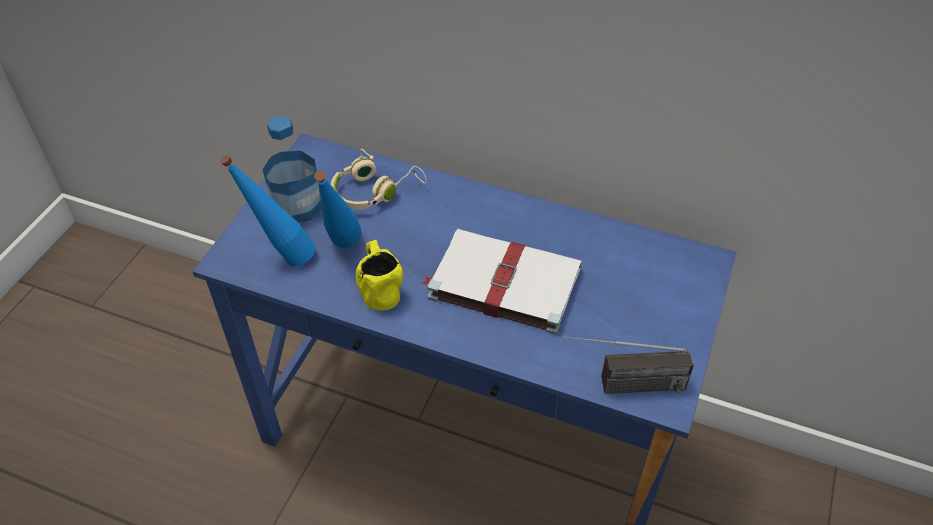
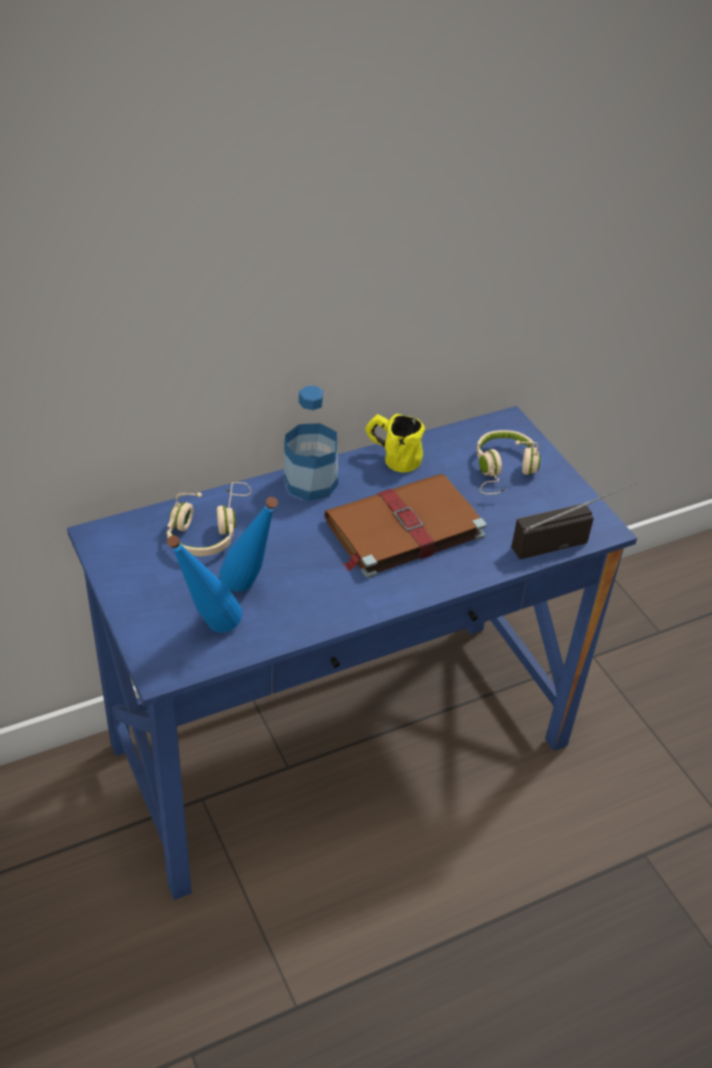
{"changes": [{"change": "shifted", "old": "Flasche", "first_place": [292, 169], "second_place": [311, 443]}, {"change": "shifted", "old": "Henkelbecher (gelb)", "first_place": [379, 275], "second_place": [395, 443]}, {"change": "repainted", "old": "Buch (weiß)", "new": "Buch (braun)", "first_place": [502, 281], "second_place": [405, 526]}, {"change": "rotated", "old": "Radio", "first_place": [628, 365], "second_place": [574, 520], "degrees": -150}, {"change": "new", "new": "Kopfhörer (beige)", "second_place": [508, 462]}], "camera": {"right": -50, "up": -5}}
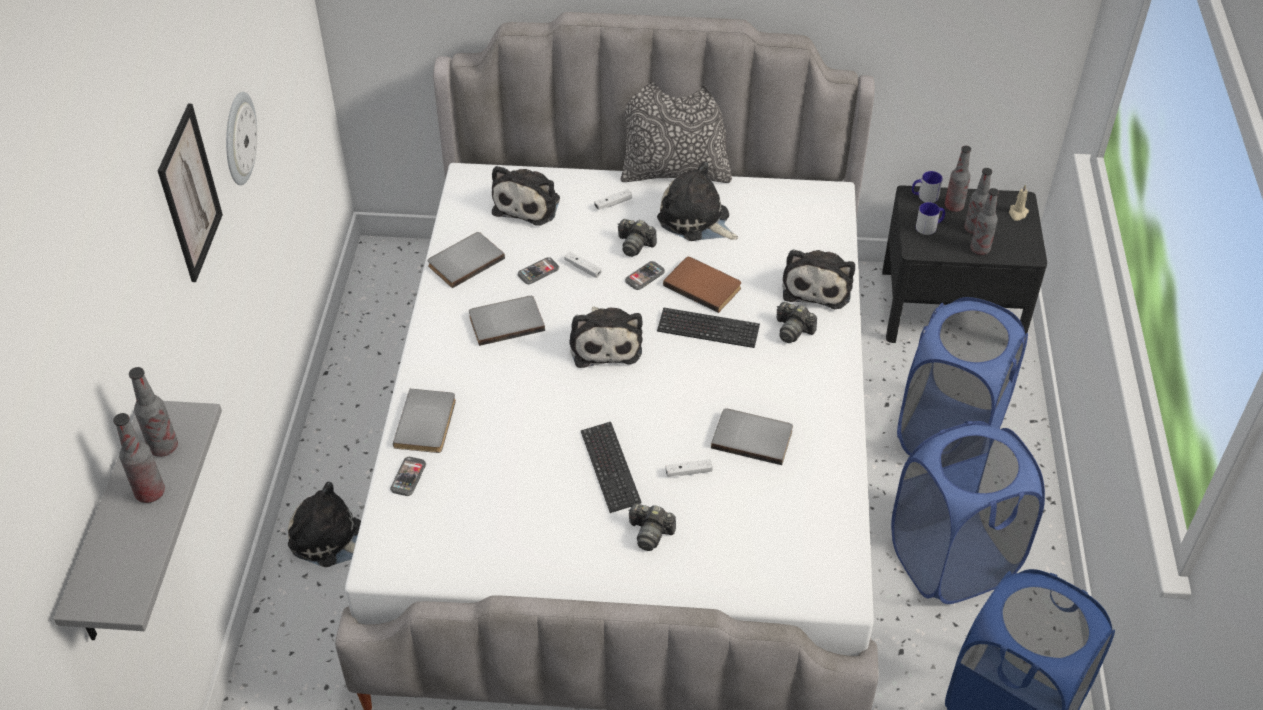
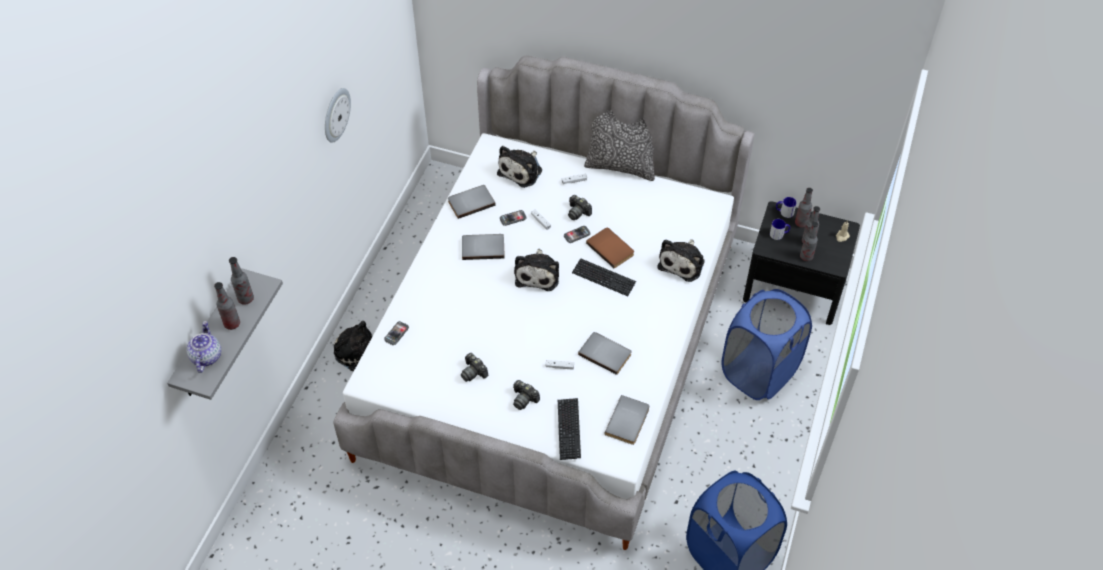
{"changes": [{"change": "gone", "old": "Bild", "first_place": [190, 193]}, {"change": "shifted", "old": "Buch (grau)", "first_place": [424, 421], "second_place": [626, 420]}, {"change": "shifted", "old": "Tastatur", "first_place": [611, 467], "second_place": [569, 429]}, {"change": "gone", "old": "Plüschtier", "first_place": [697, 201]}, {"change": "shifted", "old": "Kamera", "first_place": [797, 322], "second_place": [474, 367]}, {"change": "gone", "old": "Wäschekorb (blau)", "first_place": [968, 512]}, {"change": "new", "new": "Teekanne", "second_place": [204, 347]}], "camera": {"right": 15, "up": 5}}
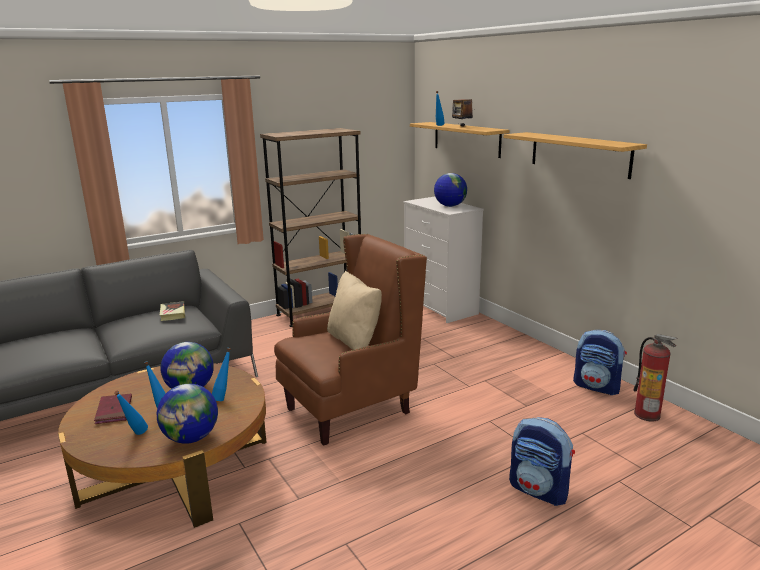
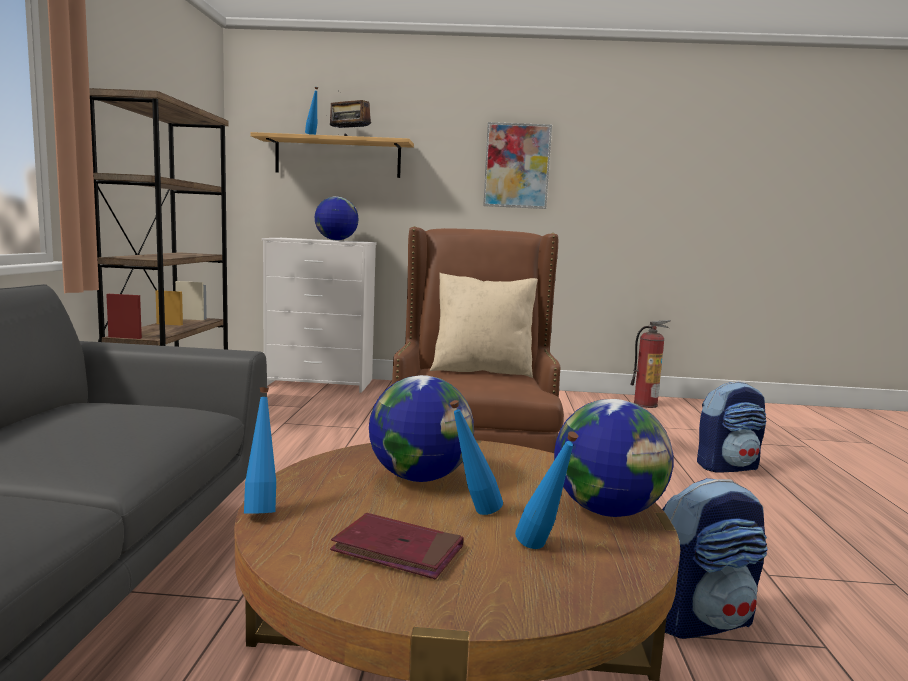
{"changes": [{"change": "gone", "old": "Buch", "first_place": [172, 311]}, {"change": "shifted", "old": "Flasche (blau)", "first_place": [221, 374], "second_place": [260, 450]}, {"change": "swapped", "old": "Wandregal", "new": "Bild", "first_place": [575, 155], "second_place": [517, 165]}, {"change": "shifted", "old": "Rucksack", "first_place": [600, 362], "second_place": [715, 558]}], "camera": {"right": -55, "up": -10}}
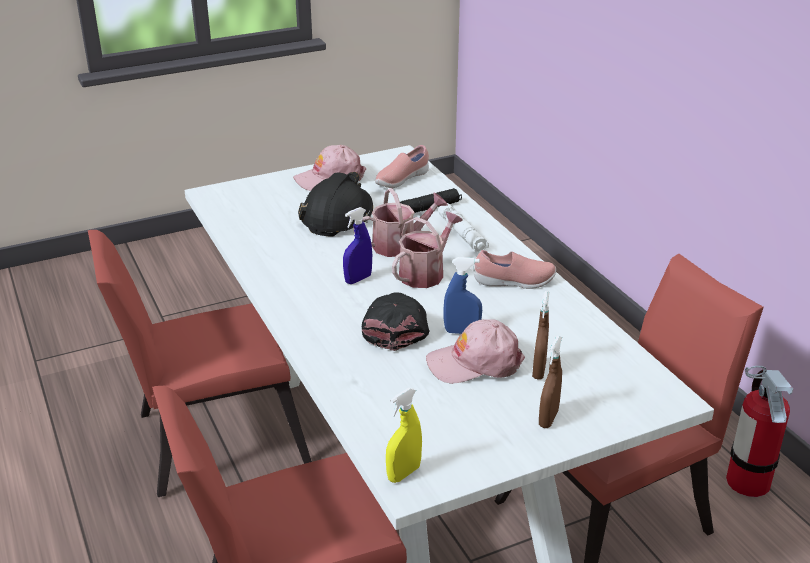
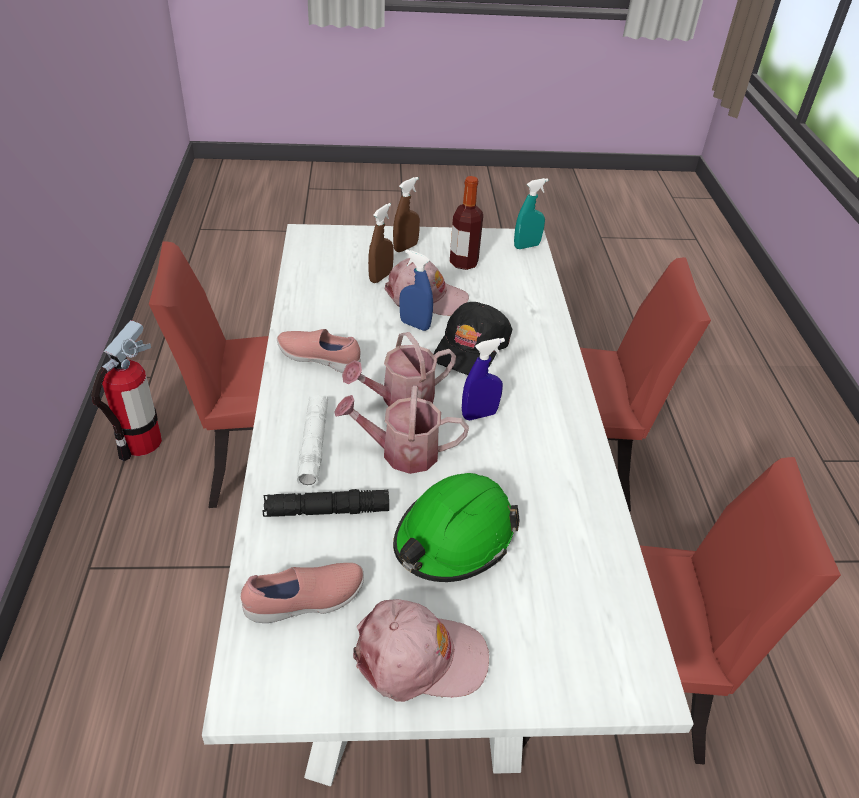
{"changes": [{"change": "repainted", "old": "Schutzhelm (schwarz)", "new": "Schutzhelm (grün)", "first_place": [335, 204], "second_place": [456, 527]}, {"change": "repainted", "old": "Sprühflasche (gelb)", "new": "Sprühflasche (türkis)", "first_place": [404, 435], "second_place": [531, 213]}, {"change": "new", "new": "Flasche", "second_place": [466, 223]}], "camera": {"right": -160, "up": 10}}
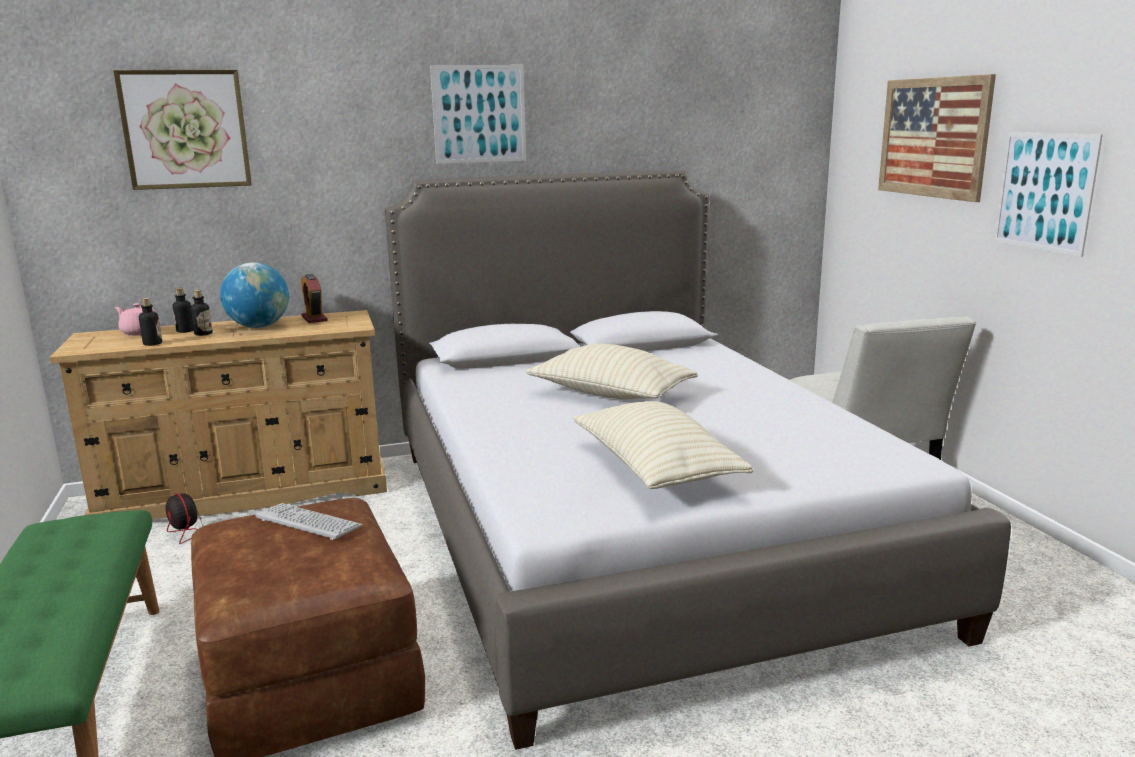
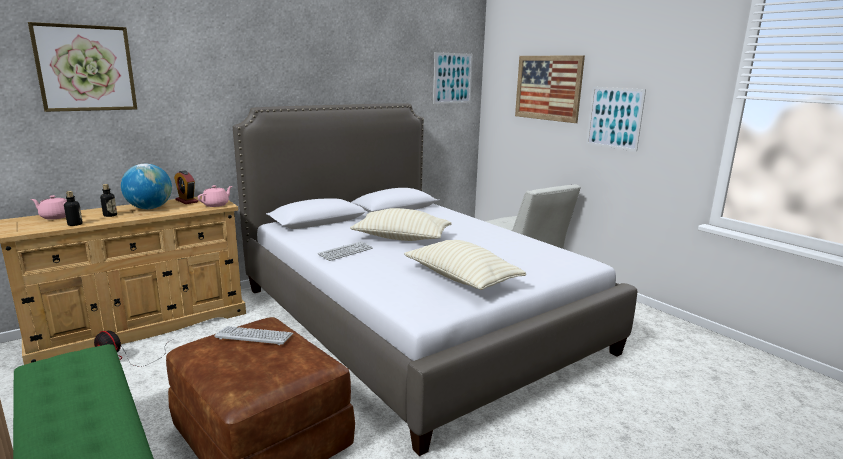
{"changes": [{"change": "gone", "old": "Flasche", "first_place": [183, 310]}, {"change": "shifted", "old": "Bild", "first_place": [478, 114], "second_place": [453, 78]}, {"change": "new", "new": "Teekanne (rosa)", "second_place": [215, 196]}, {"change": "new", "new": "Tastatur", "second_place": [345, 251]}], "camera": {"right": -20, "up": 0}}
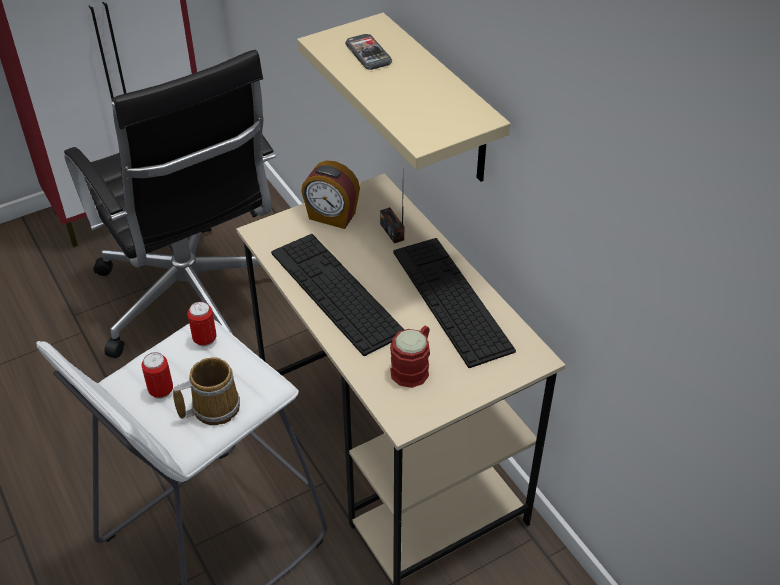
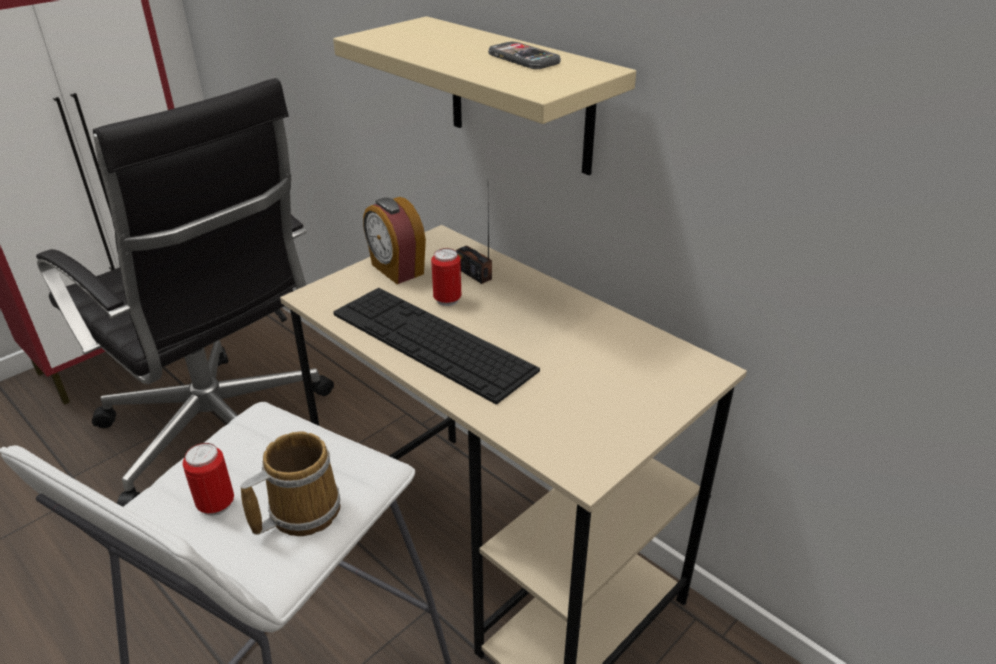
{"changes": [{"change": "shifted", "old": "Dose", "first_place": [201, 324], "second_place": [446, 277]}, {"change": "rotated", "old": "Wecker", "first_place": [330, 195], "second_place": [394, 240], "degrees": 45}, {"change": "shifted", "old": "Handy", "first_place": [368, 52], "second_place": [524, 55]}, {"change": "gone", "old": "Henkelbecher (rot)", "first_place": [410, 357]}, {"change": "gone", "old": "Tastatur", "first_place": [454, 303]}], "camera": {"right": -15, "up": -10}}
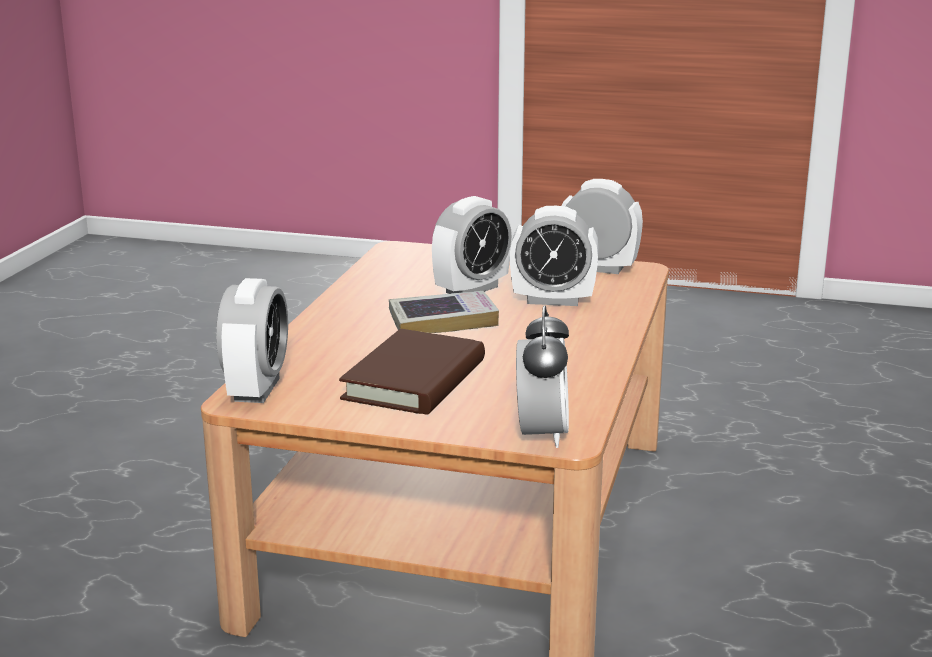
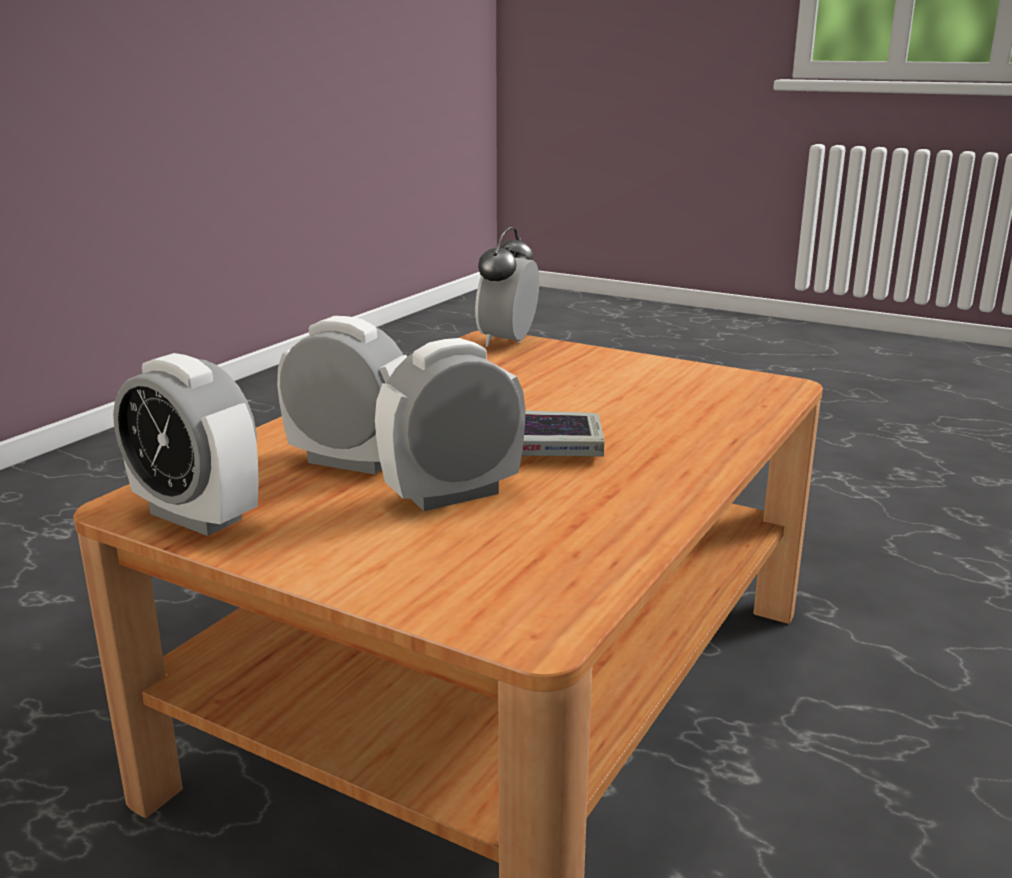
{"changes": [{"change": "gone", "old": "Wecker", "first_place": [252, 340]}, {"change": "gone", "old": "Buch (braun)", "first_place": [412, 372]}], "camera": {"right": -165, "up": 0}}
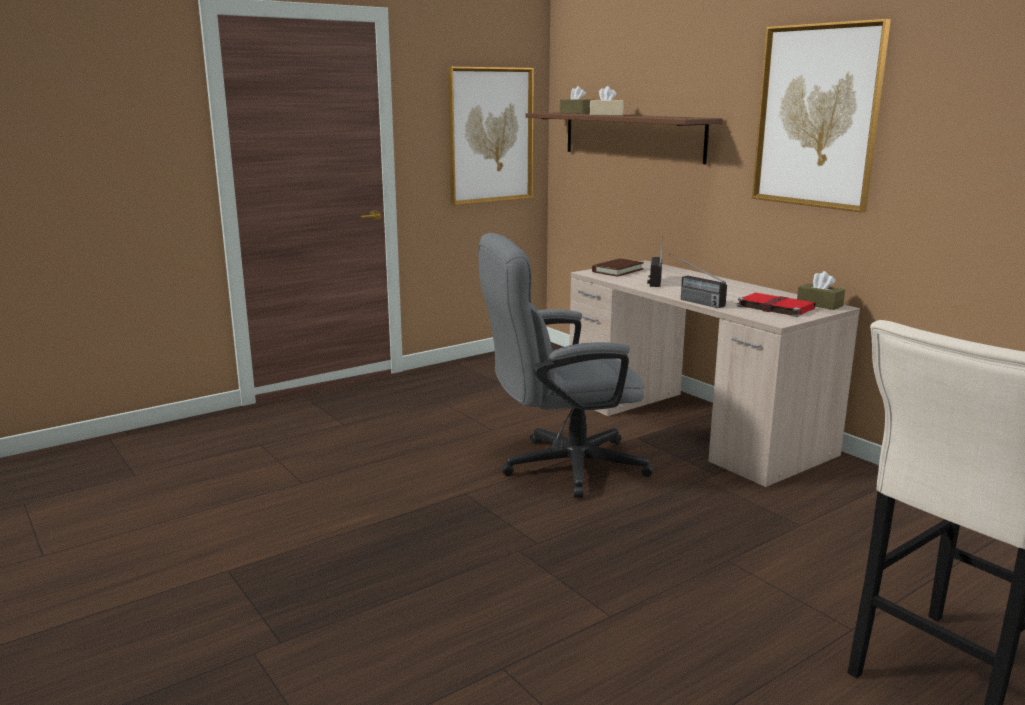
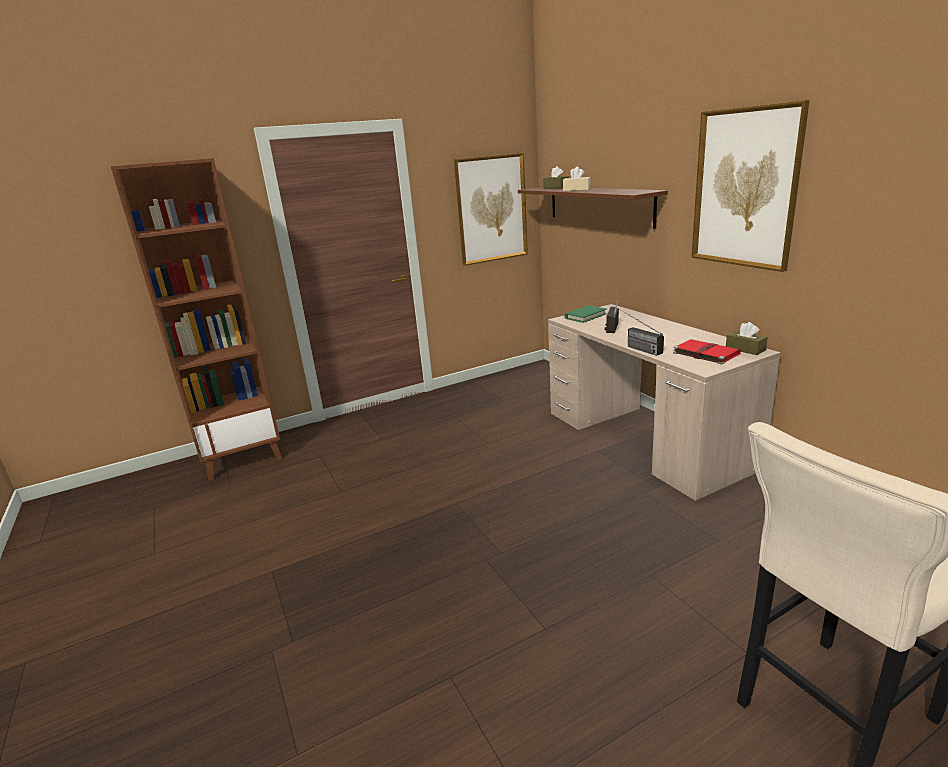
{"changes": [{"change": "gone", "old": "Bürostuhl (grau)", "first_place": [566, 365]}, {"change": "repainted", "old": "Buch (braun)", "new": "Buch (grün)", "first_place": [618, 268], "second_place": [585, 314]}, {"change": "new", "new": "Bücherregal (braun)", "second_place": [196, 319]}], "camera": {"right": 10, "up": 5}}
